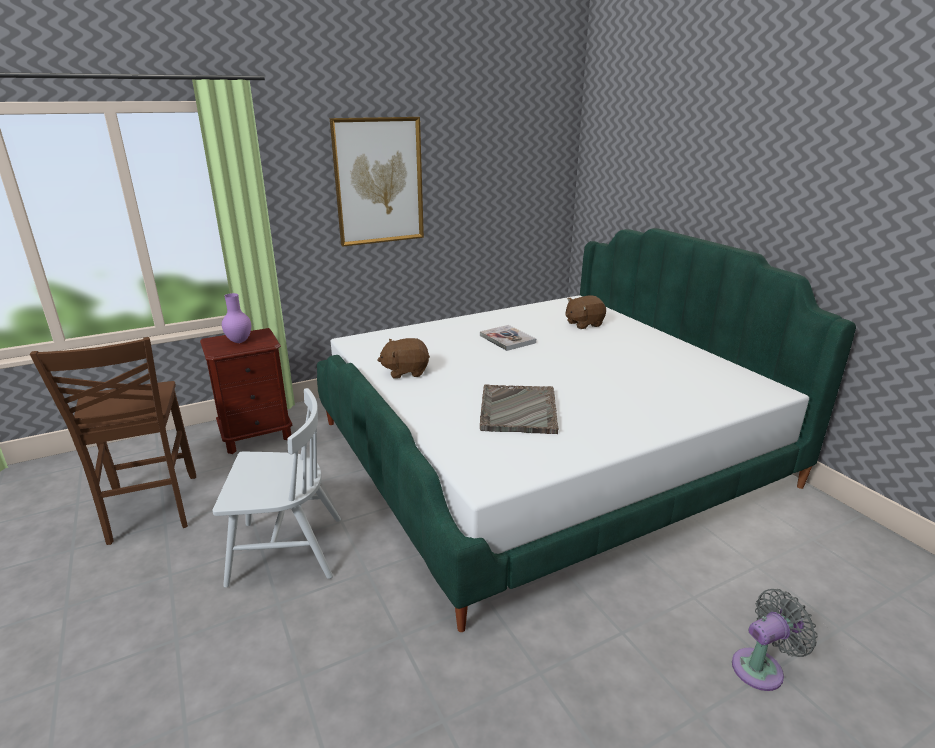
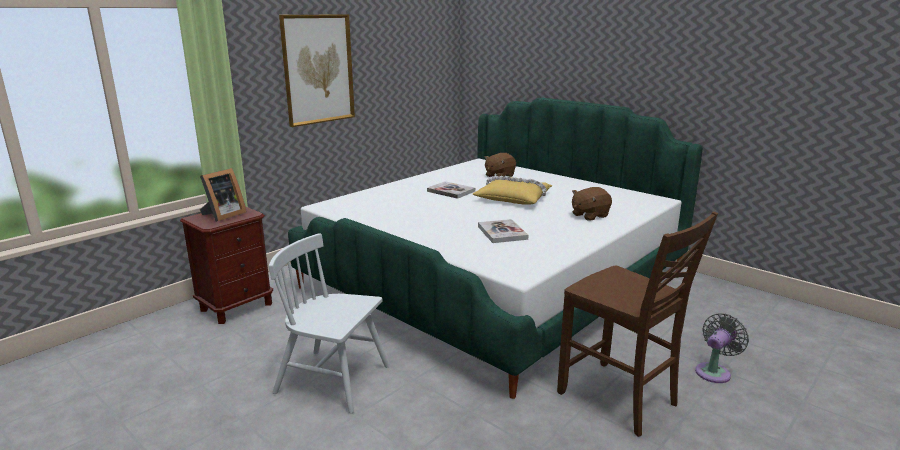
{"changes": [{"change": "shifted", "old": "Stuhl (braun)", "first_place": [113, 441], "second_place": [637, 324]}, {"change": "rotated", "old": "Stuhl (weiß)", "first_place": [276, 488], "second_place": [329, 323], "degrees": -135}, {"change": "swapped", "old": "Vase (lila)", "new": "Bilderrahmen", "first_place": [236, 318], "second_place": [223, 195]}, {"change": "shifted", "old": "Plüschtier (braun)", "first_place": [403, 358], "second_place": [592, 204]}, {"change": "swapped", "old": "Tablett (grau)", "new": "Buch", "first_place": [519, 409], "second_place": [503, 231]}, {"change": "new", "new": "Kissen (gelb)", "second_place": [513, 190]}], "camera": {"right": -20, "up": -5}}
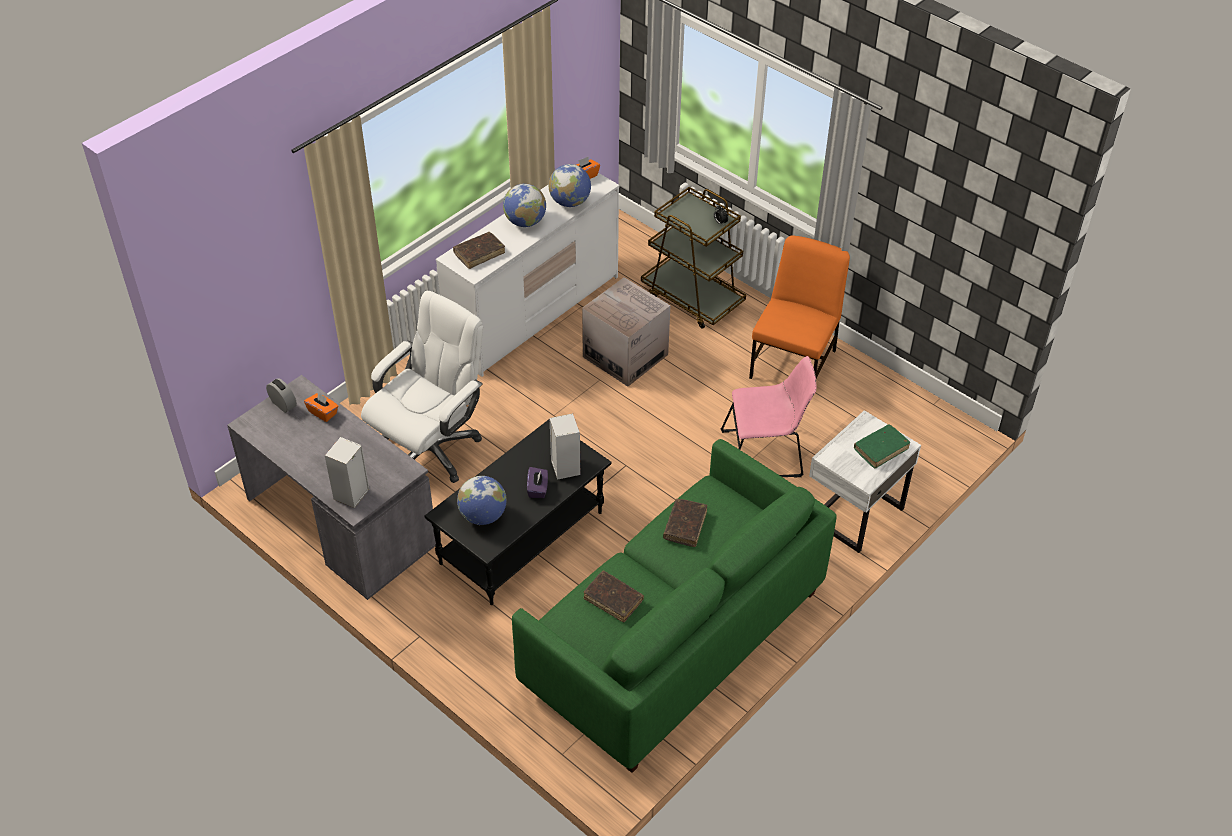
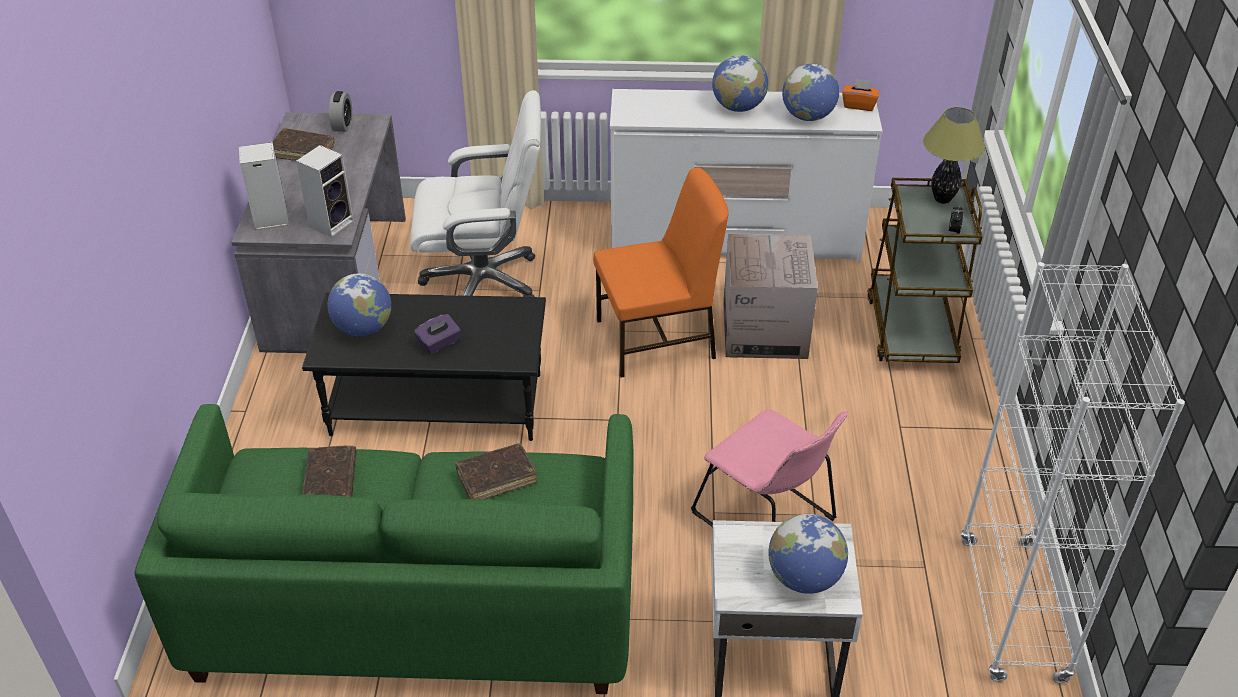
{"changes": [{"change": "gone", "old": "Taschentuchbox (orange)", "first_place": [321, 407]}, {"change": "shifted", "old": "Buch (braun)", "first_place": [479, 250], "second_place": [303, 144]}, {"change": "shifted", "old": "Lautsprecher", "first_place": [565, 446], "second_place": [325, 191]}, {"change": "shifted", "old": "Stuhl (orange)", "first_place": [799, 307], "second_place": [661, 273]}, {"change": "swapped", "old": "Buch (grün)", "new": "Globus", "first_place": [882, 446], "second_place": [808, 554]}, {"change": "new", "new": "Tischlampe", "second_place": [954, 155]}, {"change": "new", "new": "Bücherregal (weiß)", "second_place": [1072, 472]}], "camera": {"right": 50, "up": -5}}
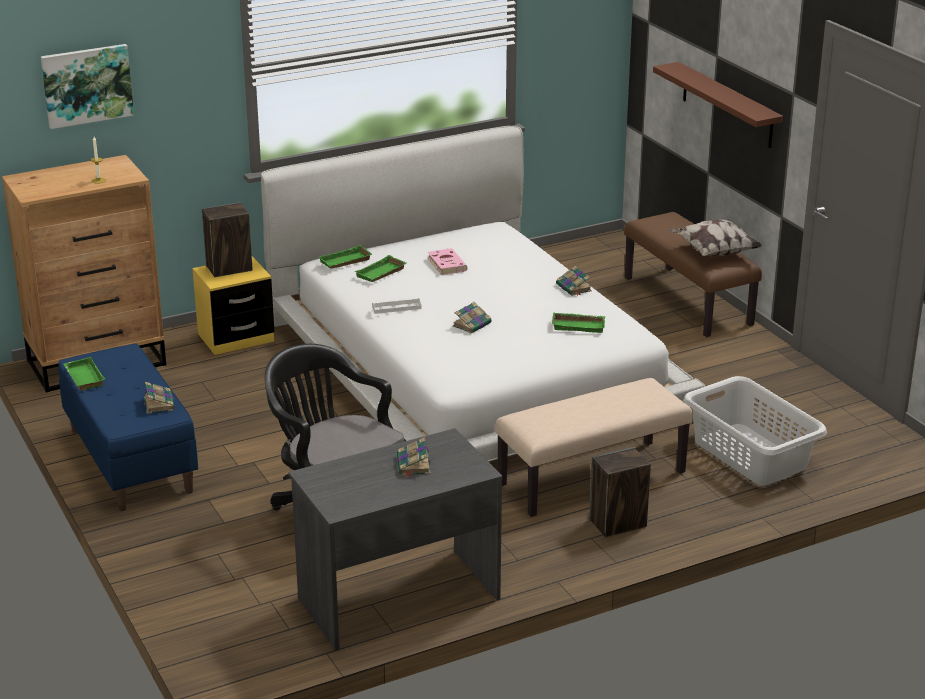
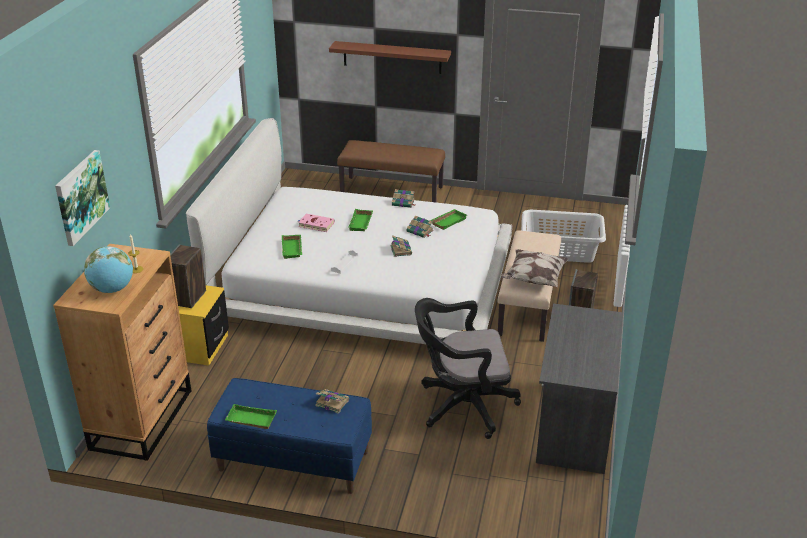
{"changes": [{"change": "shifted", "old": "Tablett (grün)", "first_place": [345, 257], "second_place": [361, 220]}, {"change": "shifted", "old": "Buch", "first_place": [414, 457], "second_place": [420, 226]}, {"change": "shifted", "old": "Kissen", "first_place": [716, 238], "second_place": [535, 268]}, {"change": "new", "new": "Globus", "second_place": [108, 269]}], "camera": {"right": -50, "up": 5}}
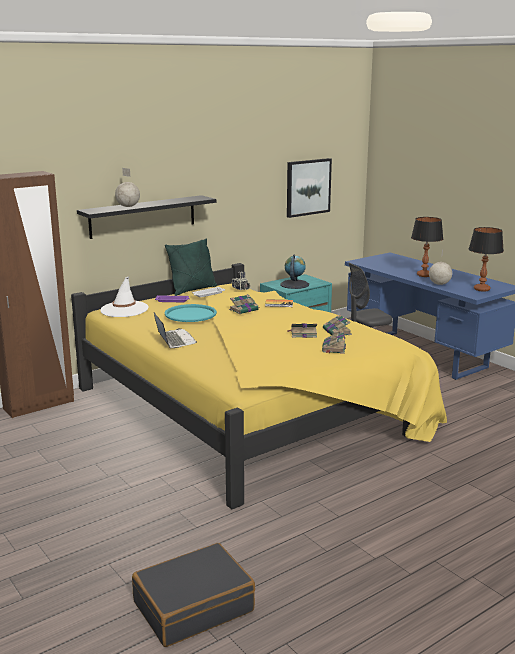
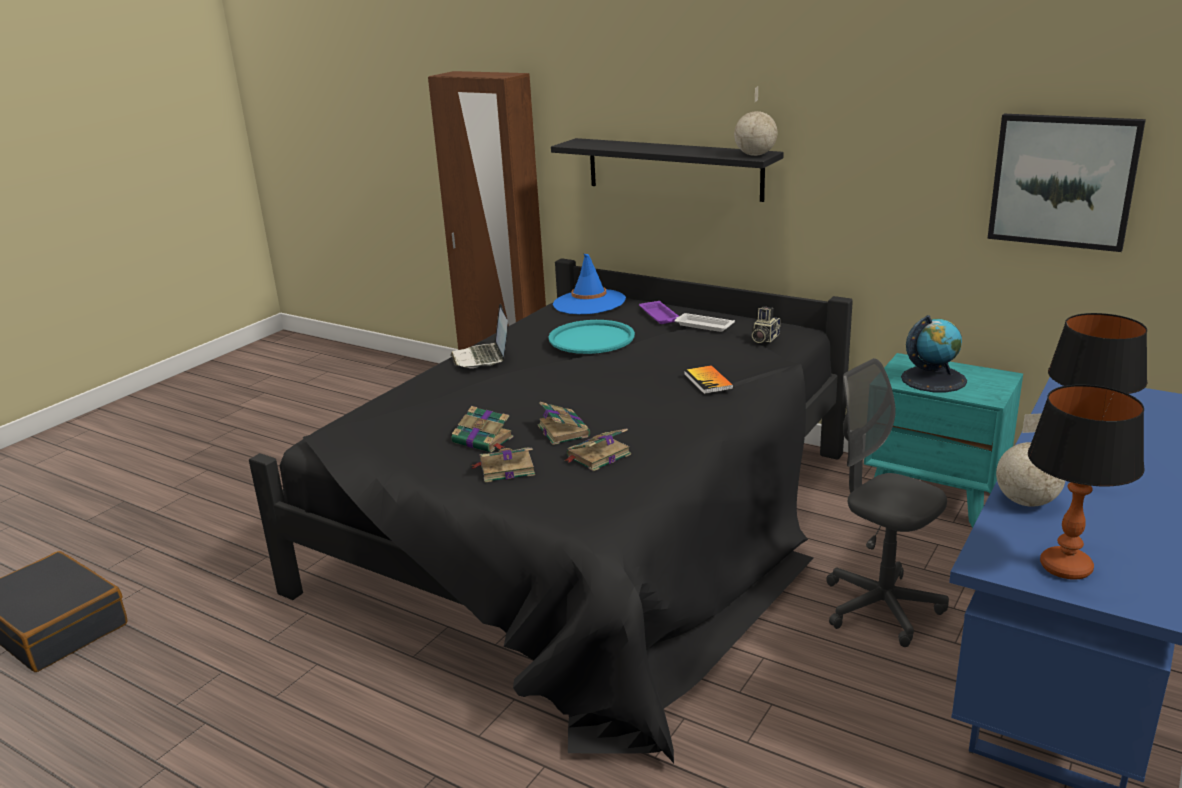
{"changes": [{"change": "repainted", "old": "Bett (gelb)", "new": "Bett (schwarz)", "first_place": [259, 386], "second_place": [551, 510]}, {"change": "repainted", "old": "Hut (weiß)", "new": "Hut (blau)", "first_place": [124, 297], "second_place": [589, 284]}, {"change": "shifted", "old": "Globus", "first_place": [127, 187], "second_place": [755, 121]}, {"change": "rotated", "old": "Laptop", "first_place": [175, 330], "second_place": [479, 336], "degrees": 120}, {"change": "gone", "old": "Kissen (grün)", "first_place": [191, 267]}, {"change": "shifted", "old": "Buch", "first_place": [244, 304], "second_place": [482, 429]}], "camera": {"right": 70, "up": 5}}
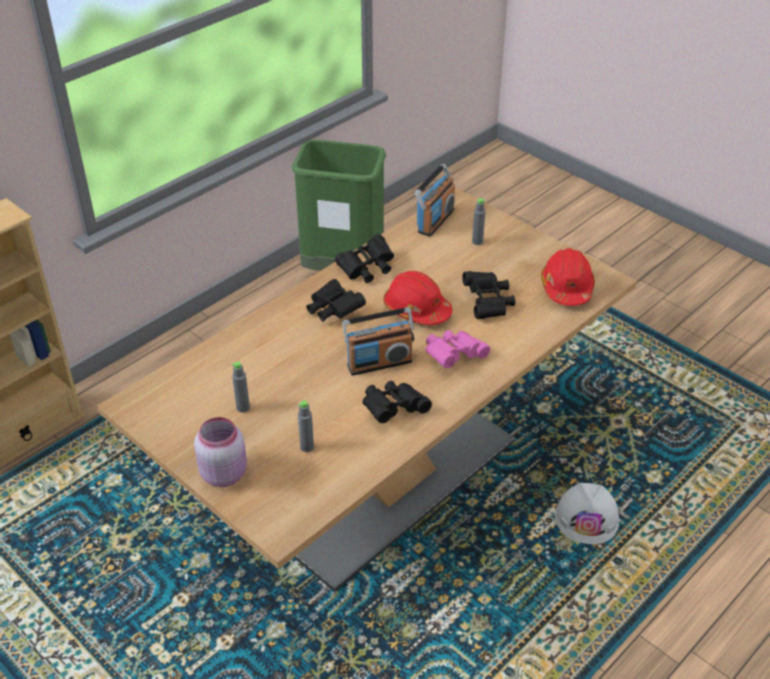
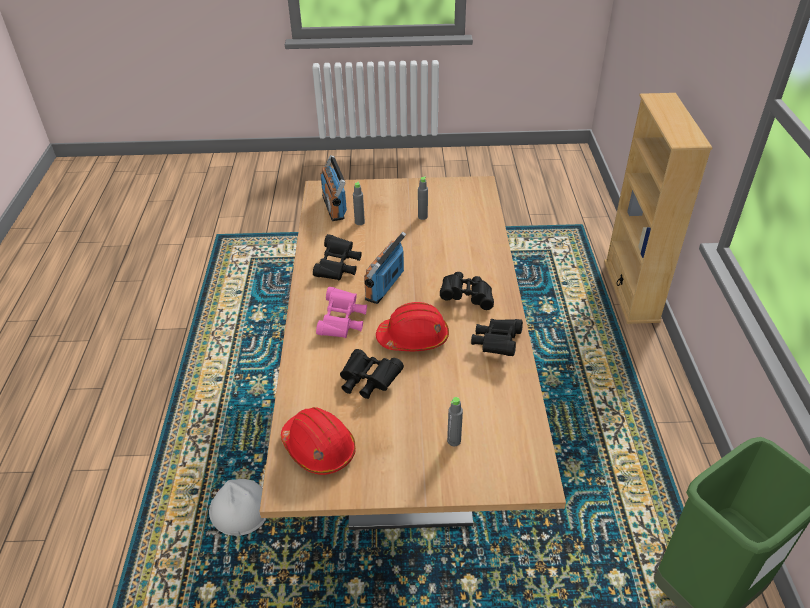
{"changes": [{"change": "gone", "old": "Vorratsglas (rosa)", "first_place": [220, 452]}, {"change": "shifted", "old": "Radio", "first_place": [434, 200], "second_place": [333, 188]}], "camera": {"right": 135, "up": 0}}
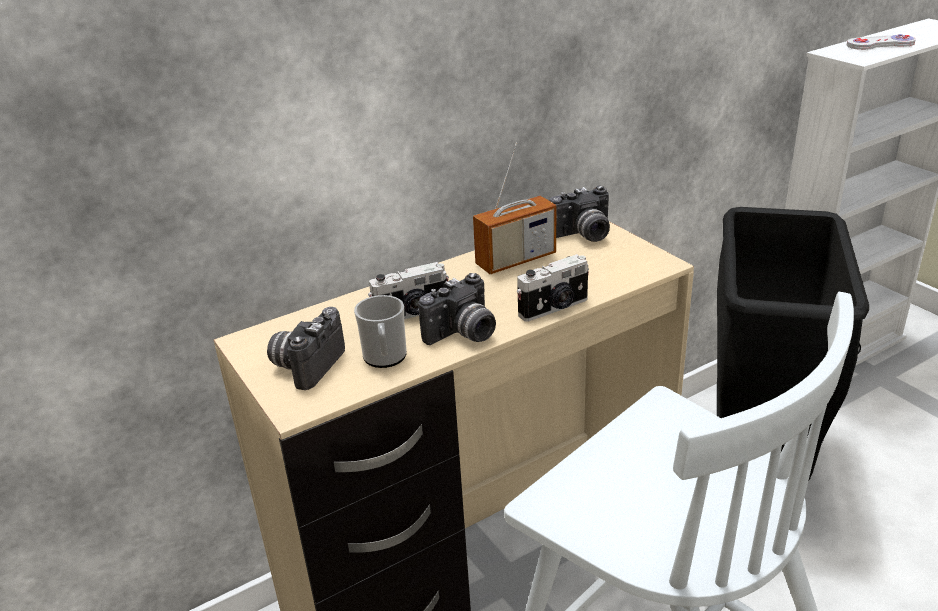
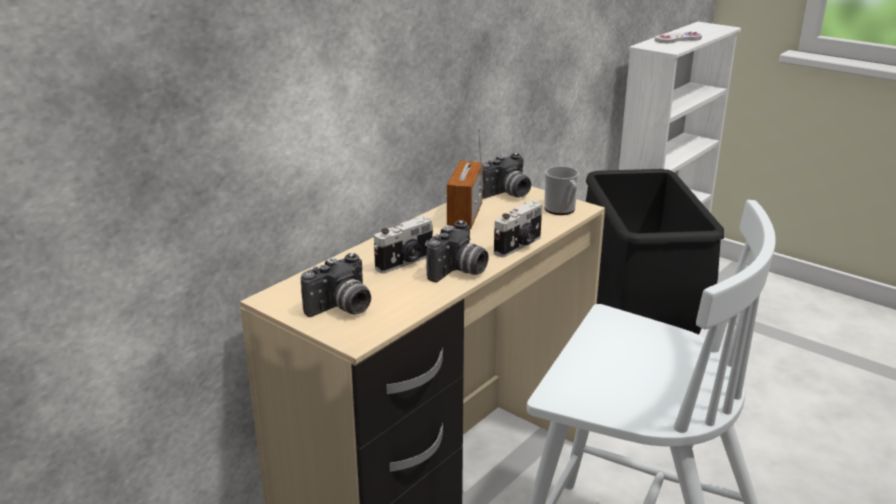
{"changes": [{"change": "rotated", "old": "Kamera", "first_place": [306, 348], "second_place": [336, 285], "degrees": -135}, {"change": "shifted", "old": "Henkelbecher", "first_place": [380, 331], "second_place": [561, 190]}, {"change": "rotated", "old": "Radio", "first_place": [514, 208], "second_place": [464, 178], "degrees": 150}], "camera": {"right": -20, "up": -5}}
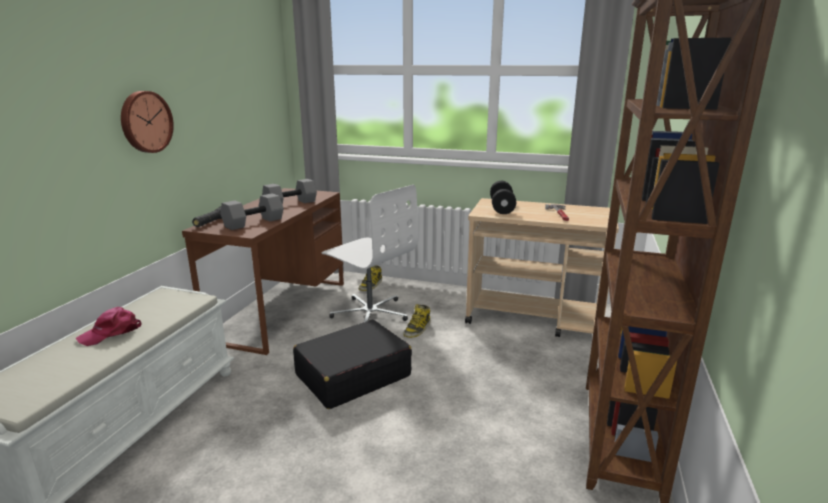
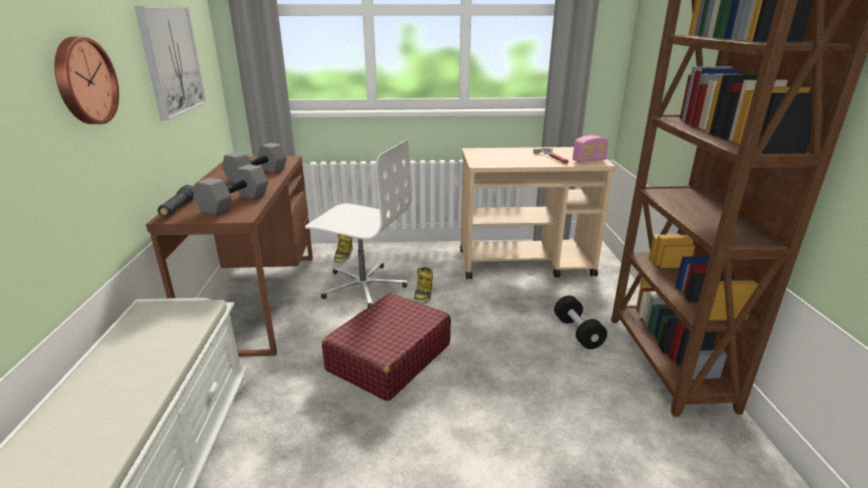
{"changes": [{"change": "gone", "old": "Kappe (rosa)", "first_place": [109, 326]}, {"change": "repainted", "old": "Koffer (schwarz)", "new": "Koffer (rot)", "first_place": [352, 364], "second_place": [386, 347]}, {"change": "shifted", "old": "Hantel (schwarz)", "first_place": [503, 197], "second_place": [580, 322]}, {"change": "new", "new": "Bild", "second_place": [170, 63]}, {"change": "new", "new": "Radio", "second_place": [591, 149]}], "camera": {"right": -20, "up": 5}}
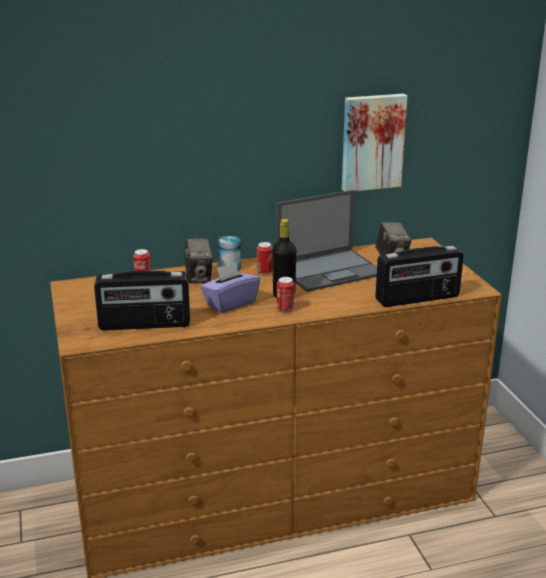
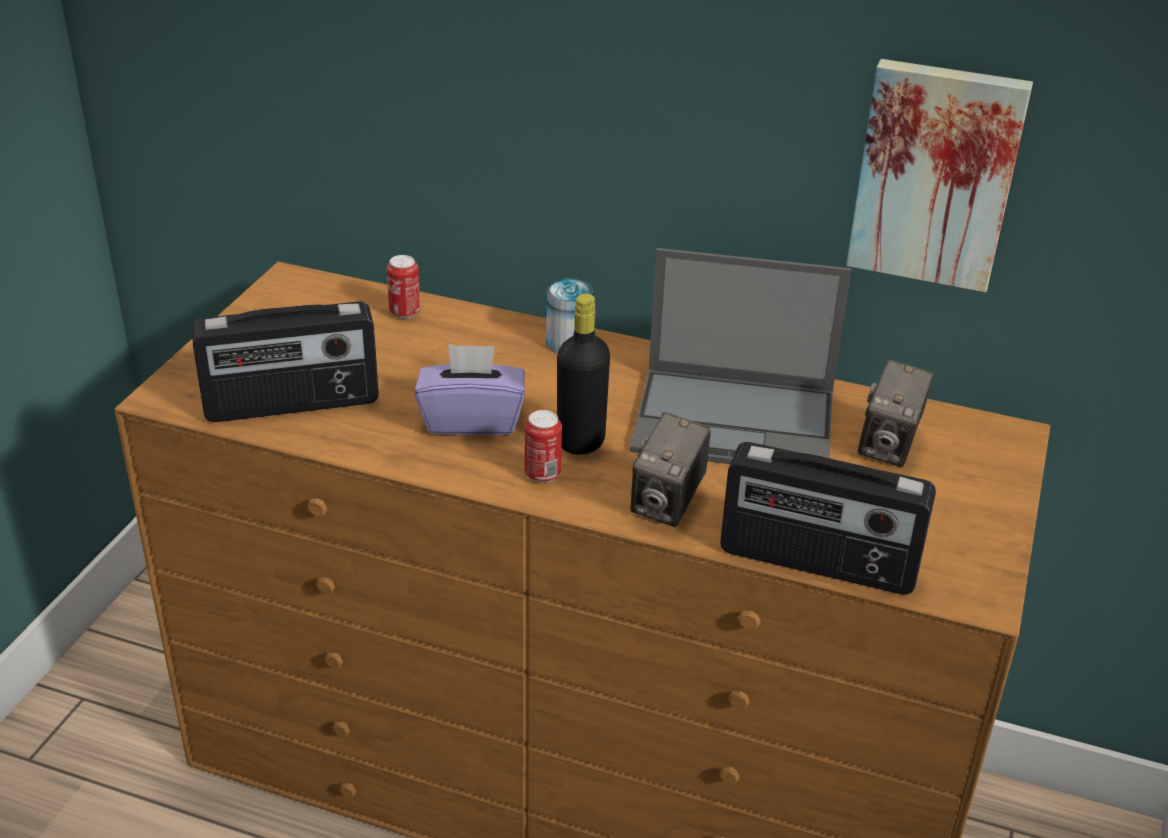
{"changes": [{"change": "rotated", "old": "Radio", "first_place": [142, 300], "second_place": [285, 361], "degrees": -45}, {"change": "shifted", "old": "Kamera", "first_place": [198, 260], "second_place": [670, 469]}, {"change": "gone", "old": "Dose", "first_place": [265, 258]}], "camera": {"right": 35, "up": 10}}
